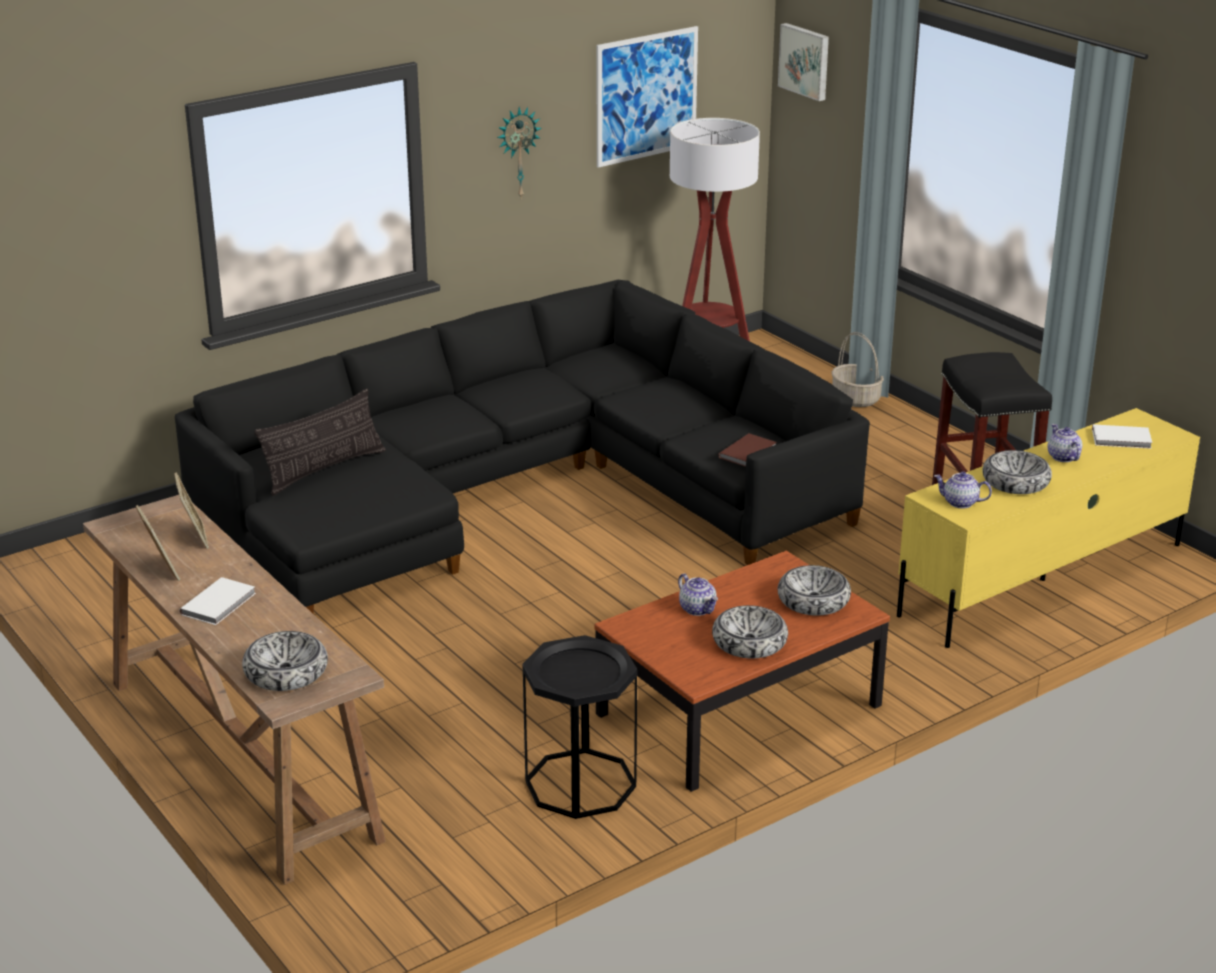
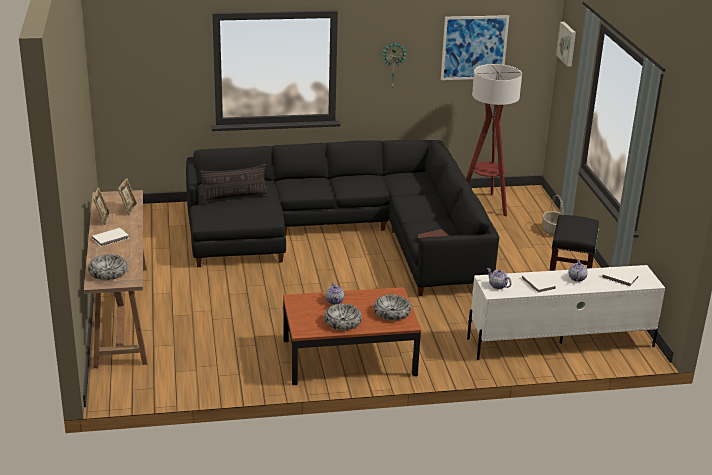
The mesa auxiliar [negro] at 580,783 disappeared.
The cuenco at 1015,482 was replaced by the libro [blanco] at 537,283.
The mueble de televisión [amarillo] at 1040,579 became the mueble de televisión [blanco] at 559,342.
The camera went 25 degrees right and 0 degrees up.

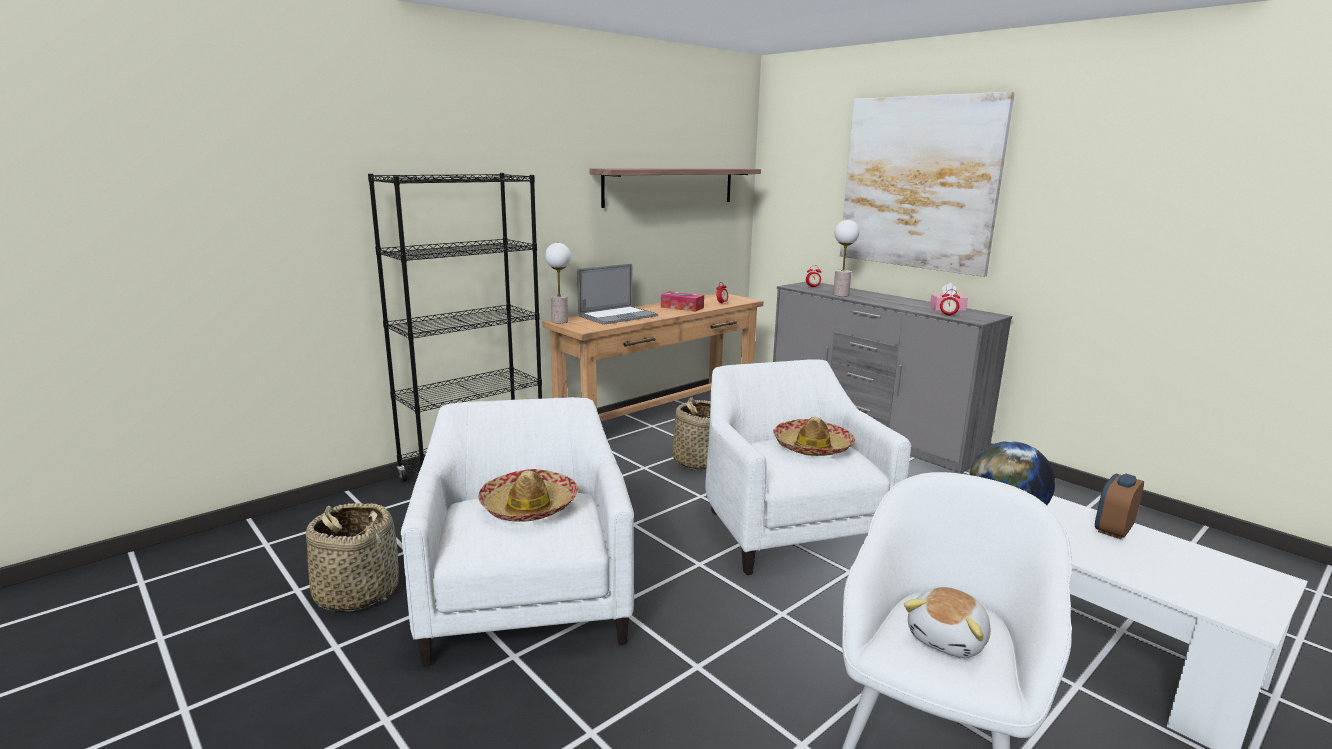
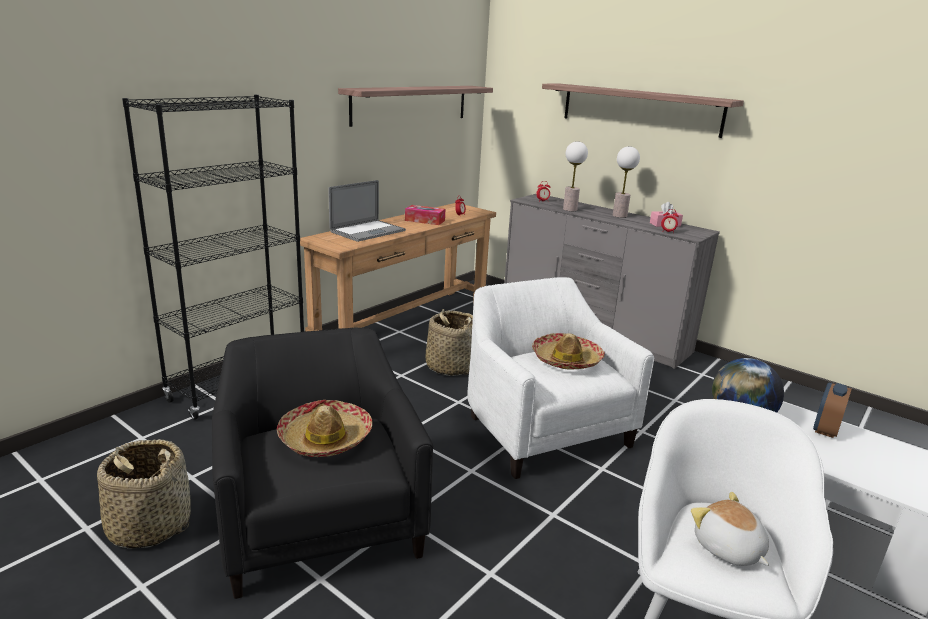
The lámpara de mesa moved from 560,321 to 620,216.
The cuadro at 919,183 was replaced by the estante at 640,109.
The sillón [blanco] at 526,602 became the sillón [negro] at 320,522.
The peluche at 949,639 turned 120 degrees clockwise.
The camera went 10 degrees left and 5 degrees up.

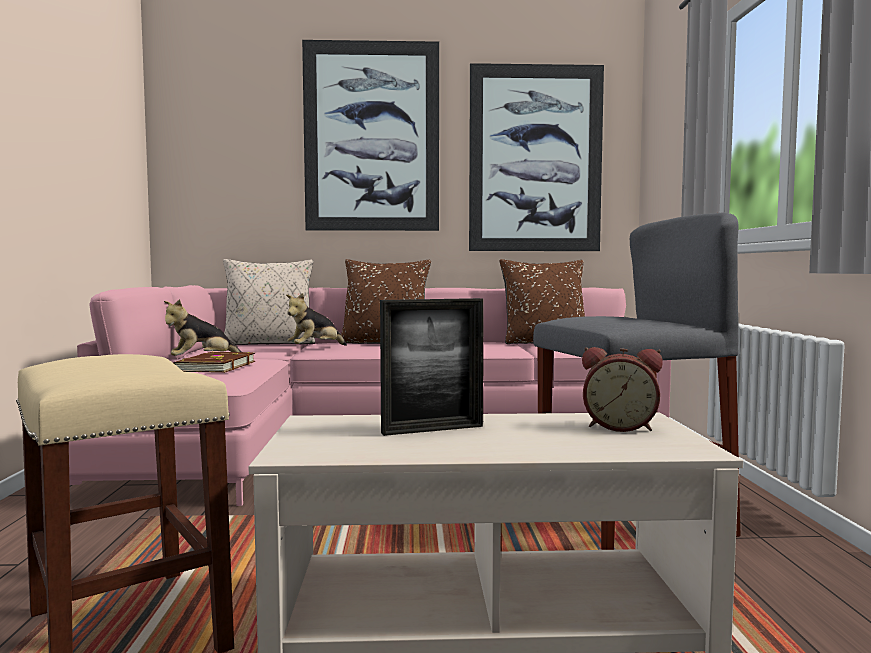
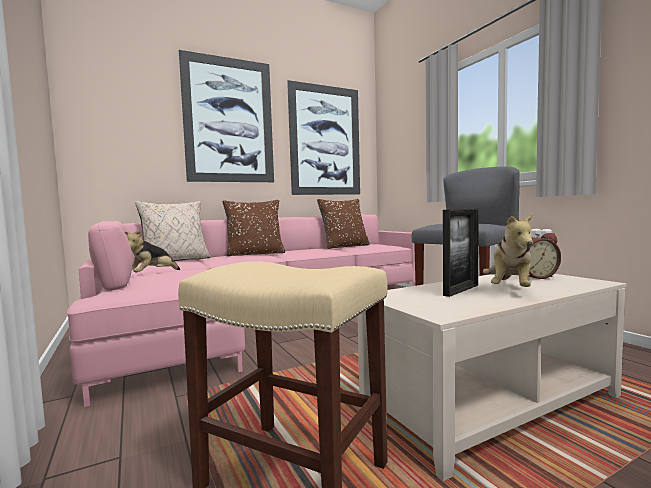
The libro [marrón] at 214,366 disappeared.
The peluche moved from 315,348 to 510,289.
The camera went 25 degrees left and 0 degrees up.

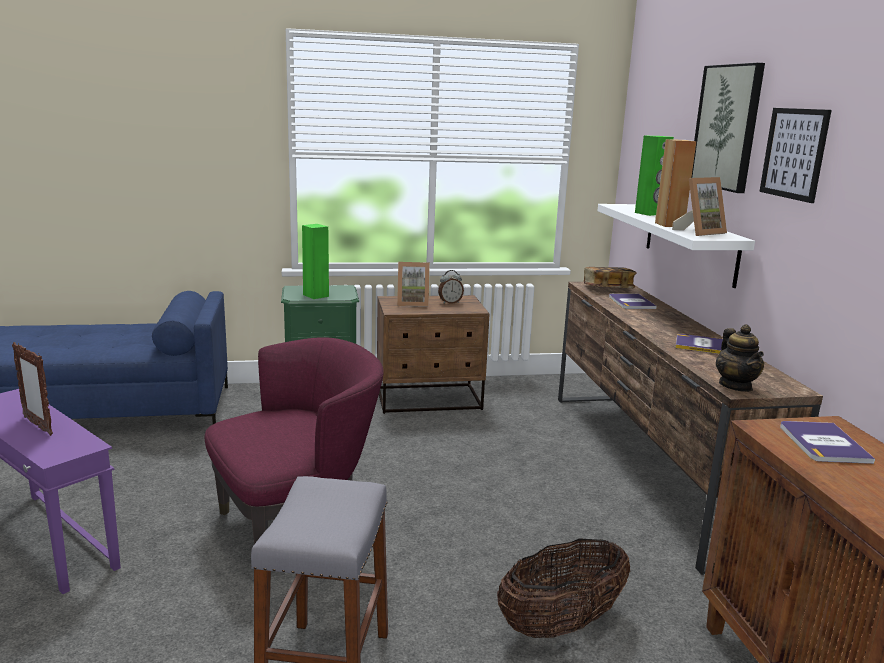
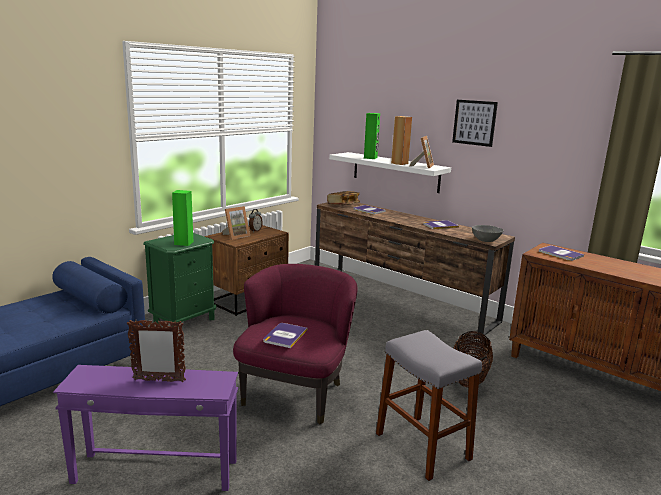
The cuadro at 727,127 disappeared.
The libro at 285,336 appeared.
The tetera at 736,386 was replaced by the cuenco [gris] at 486,240.
The camera went 40 degrees left and 0 degrees up.

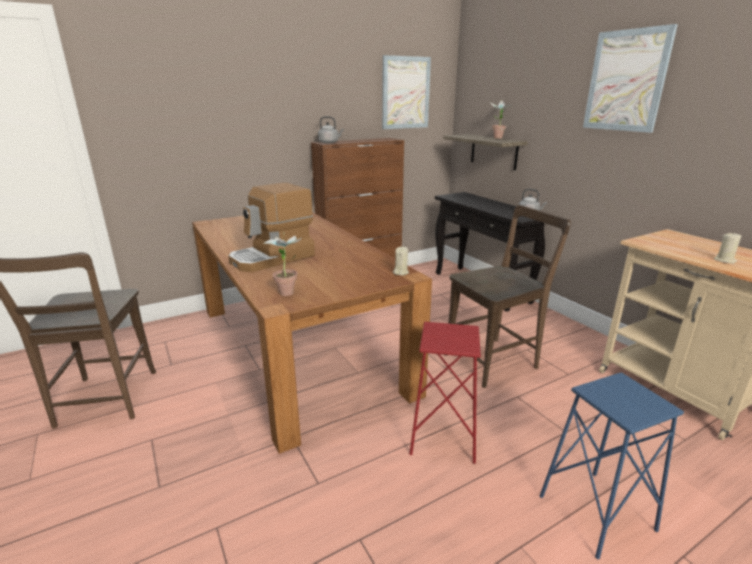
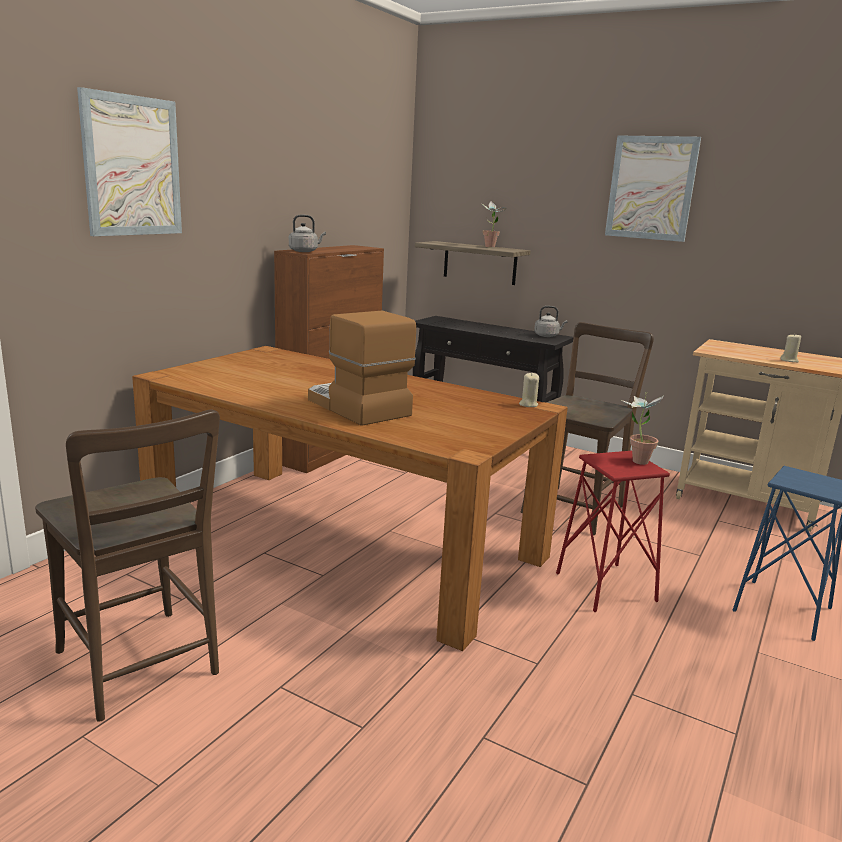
The planta en maceta moved from 288,291 to 636,459.
The cuadro moved from 405,93 to 132,166.
The cafetera at 273,258 turned 120 degrees clockwise.
The camera went 30 degrees left and 5 degrees down.

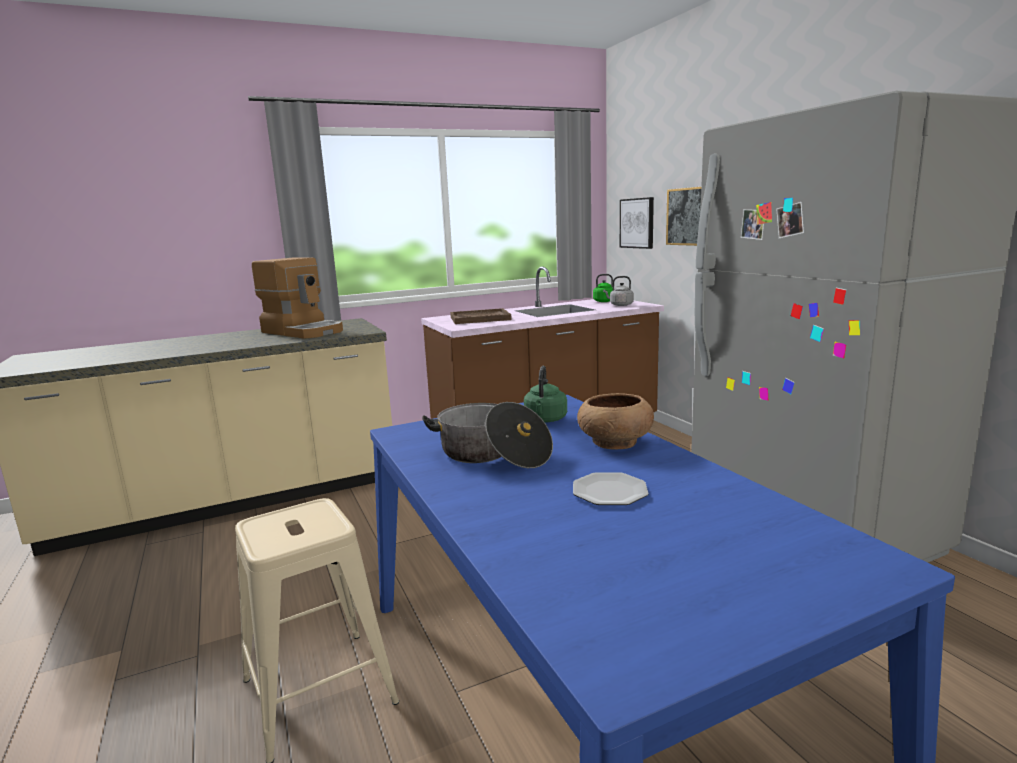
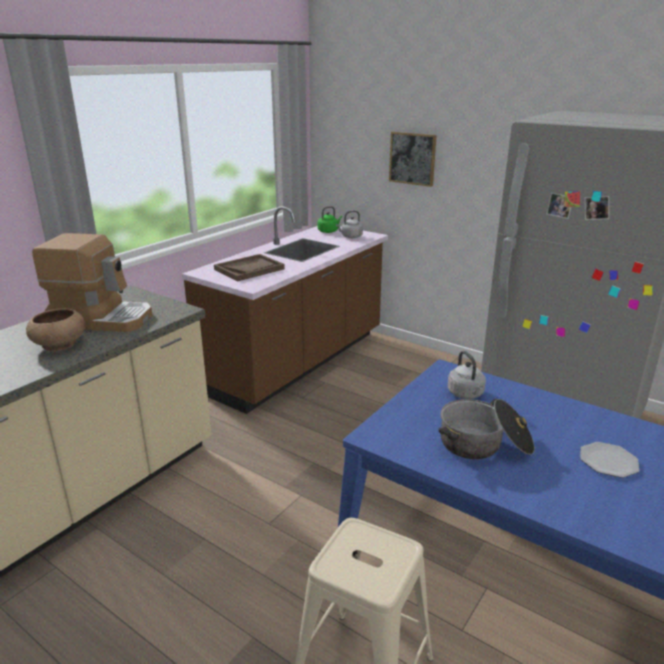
The cuadro at 637,223 disappeared.
The cuenco [marrón] moved from 614,442 to 59,345.
The hervidor [verde] at 545,420 became the hervidor [gris] at 466,394.
The camera went 30 degrees left and 10 degrees up.

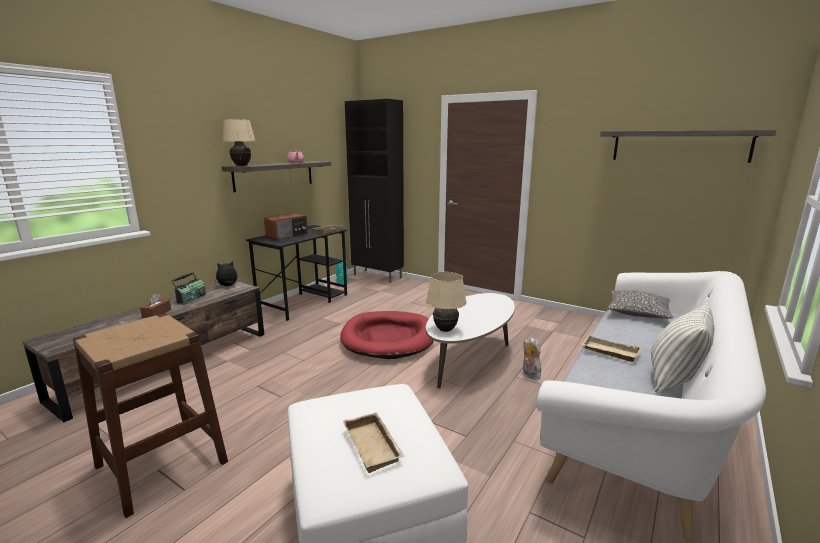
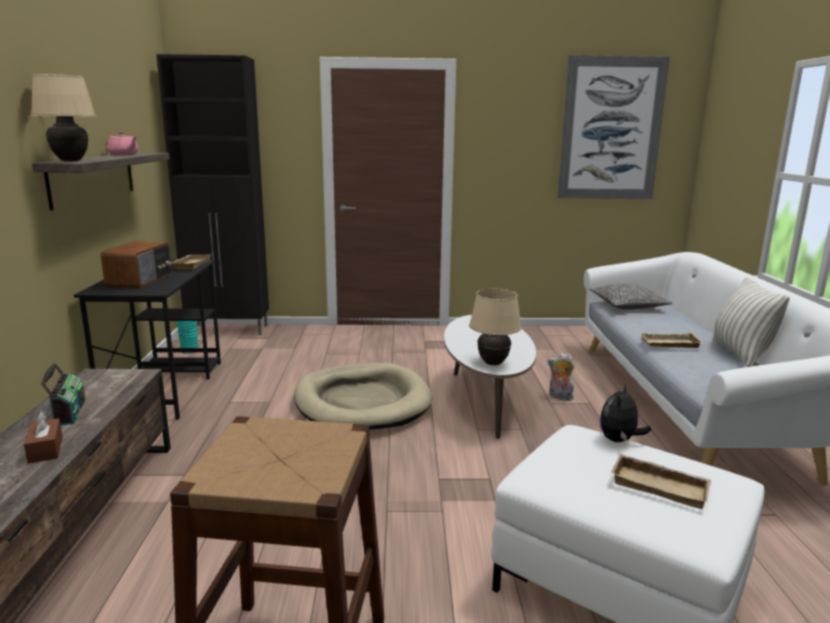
The peluche moved from 228,286 to 619,440.
The estante at 679,146 was replaced by the cuadro at 611,129.
The cama para perro [rojo] at 388,338 became the cama para perro [beis] at 362,402.
The camera went 35 degrees left and 0 degrees up.

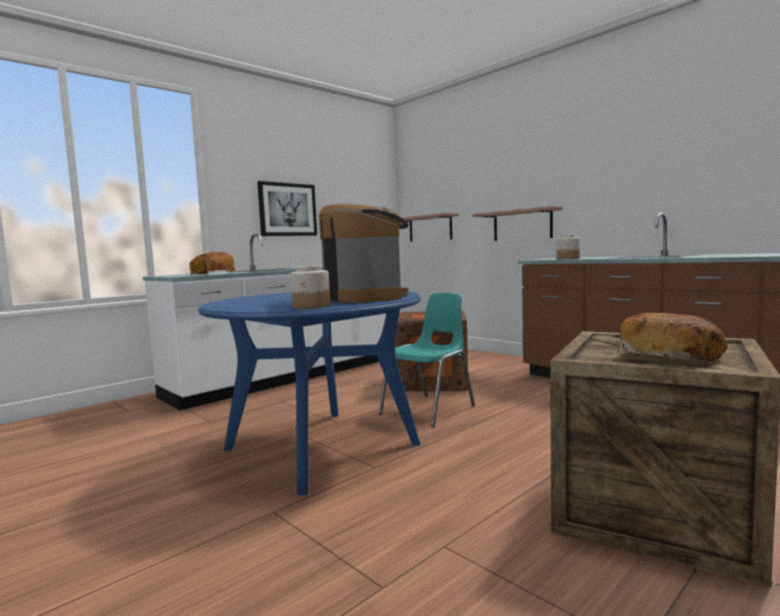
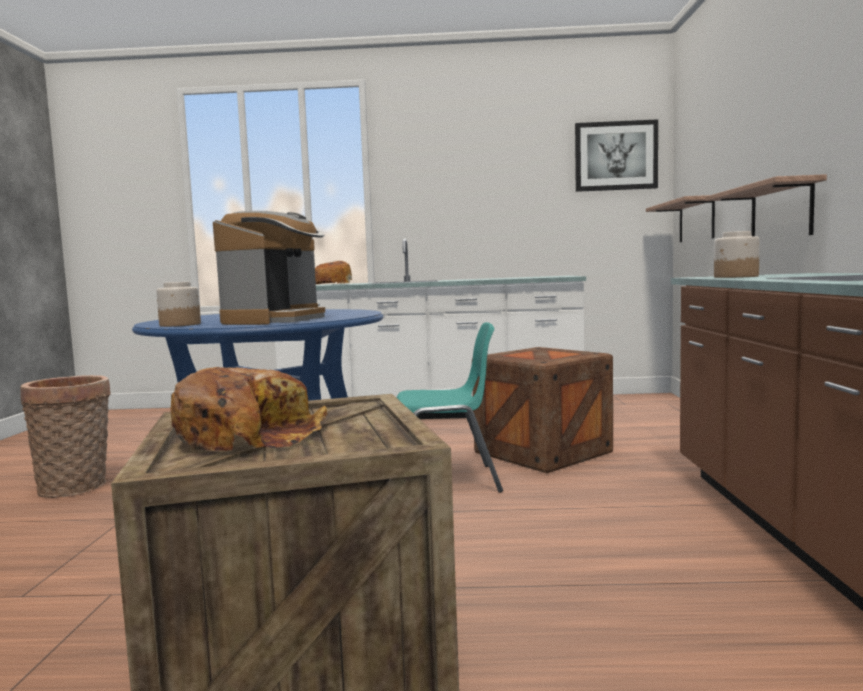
The cesta at 77,487 appeared.
The cuadro moved from 287,209 to 615,156.
The camera went 45 degrees right and 0 degrees up.

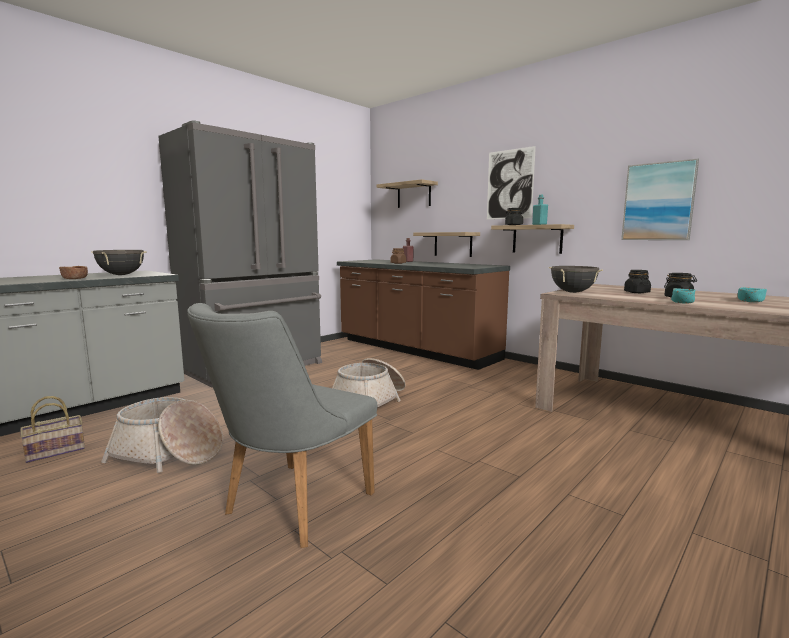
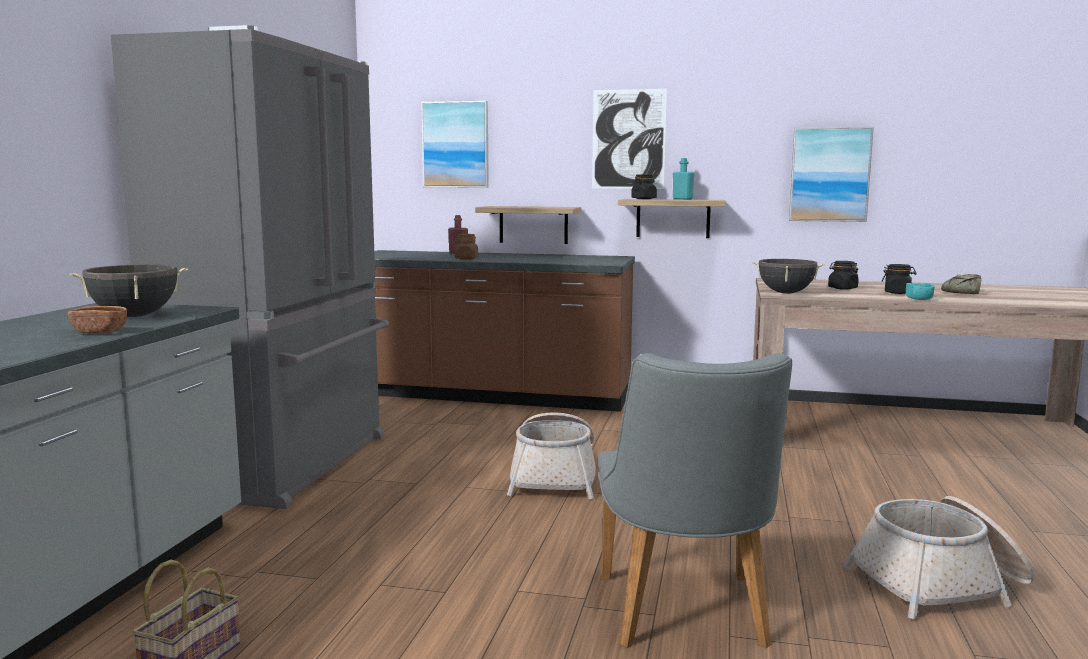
The cesta moved from 169,453 to 941,585.
The estante at 414,195 was replaced by the cuadro at 455,145.
The cuenco [turquesa] at 750,301 was replaced by the pan at 962,292.
The camera went 30 degrees left and 0 degrees up.

